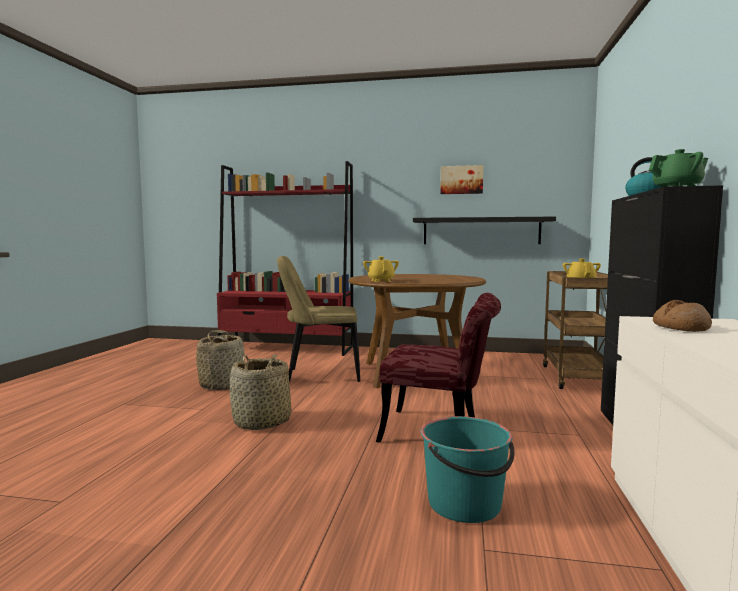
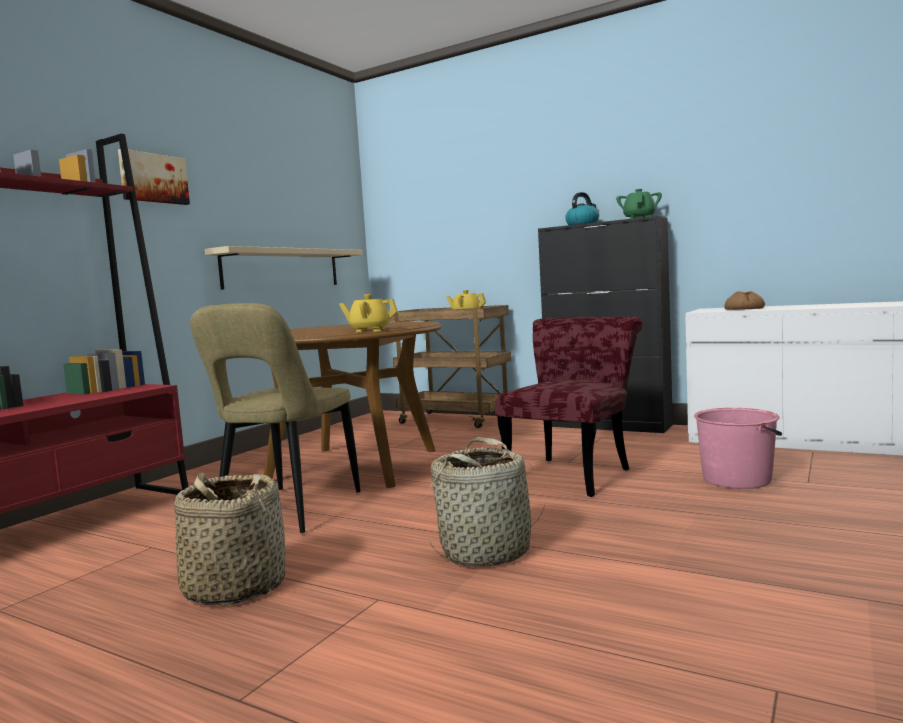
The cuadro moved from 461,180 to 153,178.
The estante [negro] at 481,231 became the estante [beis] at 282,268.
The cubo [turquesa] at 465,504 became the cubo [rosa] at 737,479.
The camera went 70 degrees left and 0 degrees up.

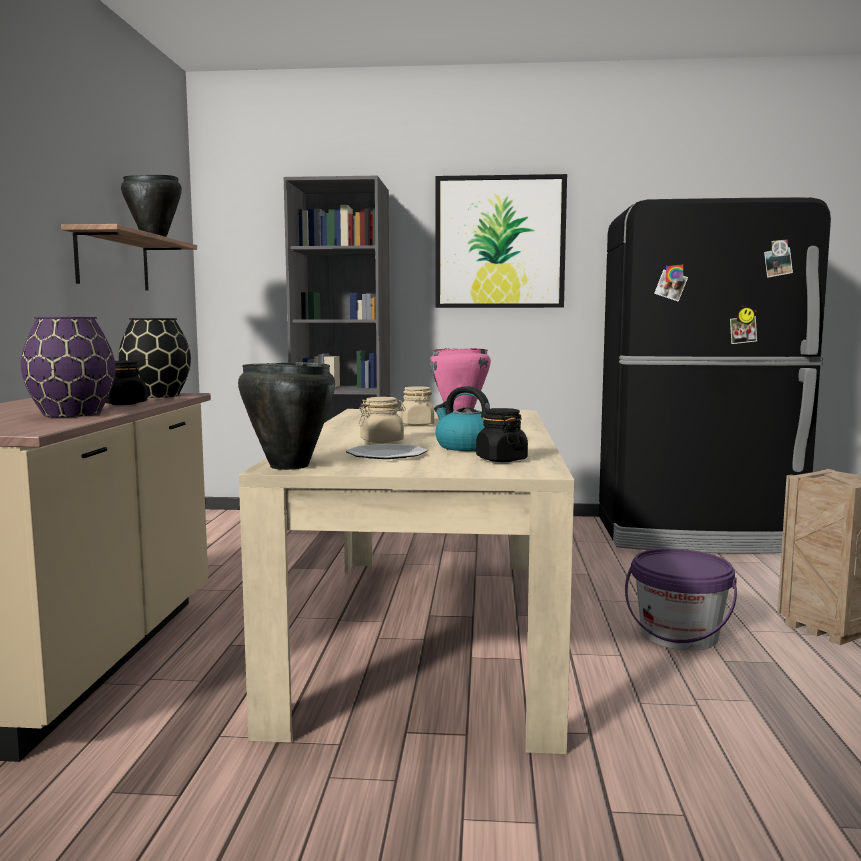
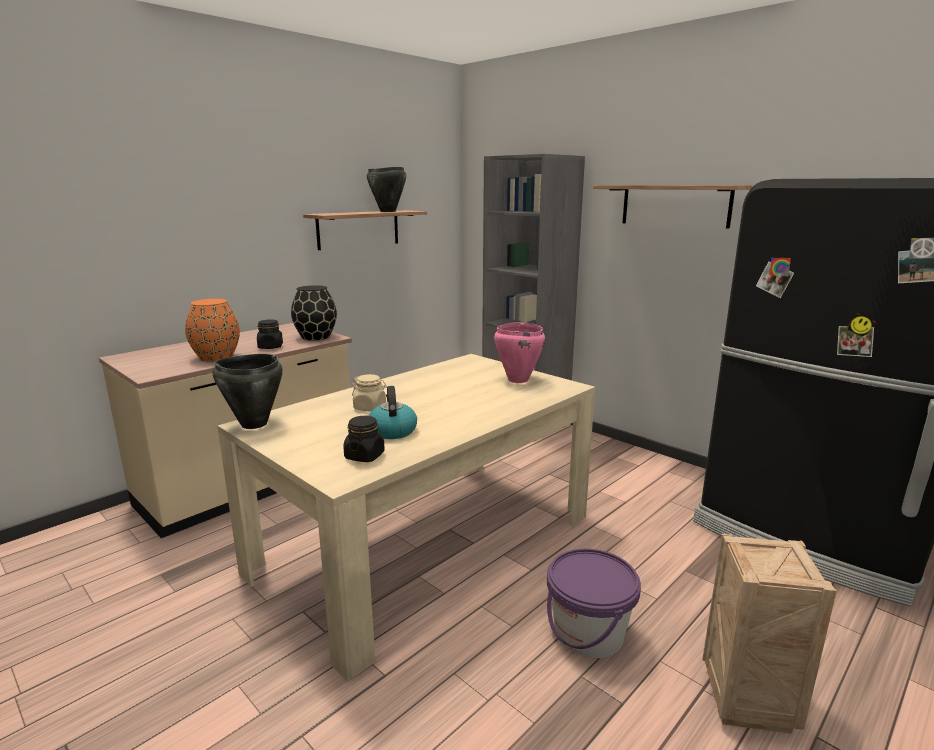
The plato at 386,454 disappeared.
The tarro [beis] at 417,424 disappeared.
The cuadro at 500,242 was replaced by the estante at 675,205.
The florero [morado] at 73,414 became the florero [naranja] at 216,357.
The camera went 40 degrees right and 10 degrees up.

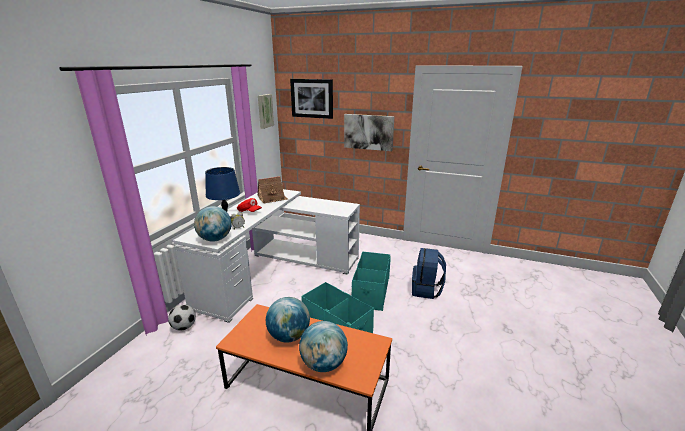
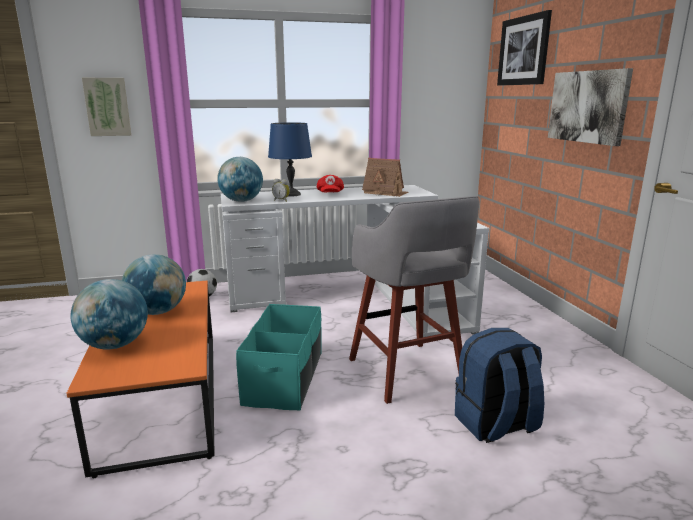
The cuadro moved from 264,111 to 107,107.
The caja de almacenaje [turquesa] at 371,292 was replaced by the taburete [gris] at 407,373.
The camera went 55 degrees right and 5 degrees down.

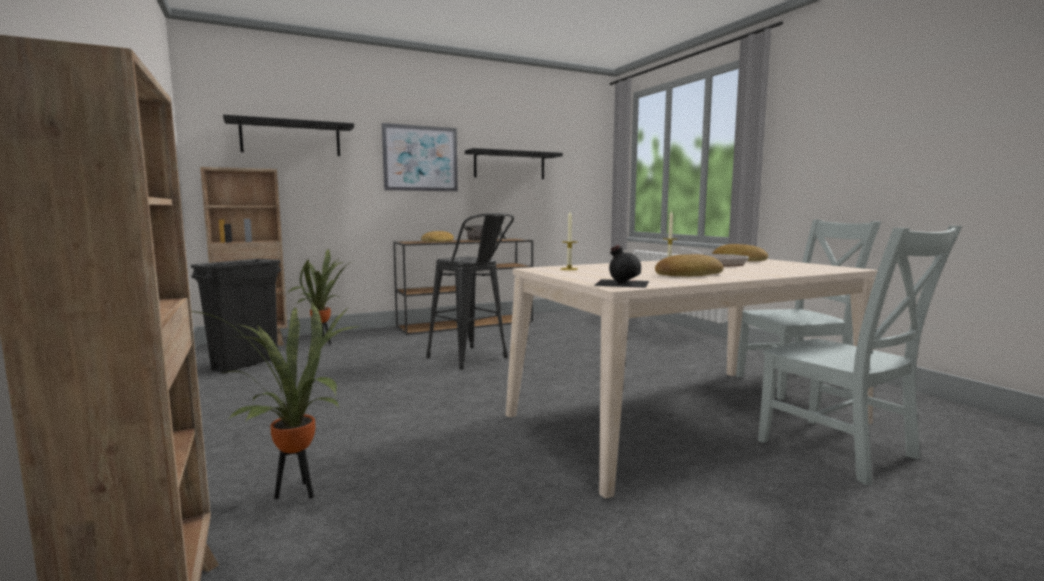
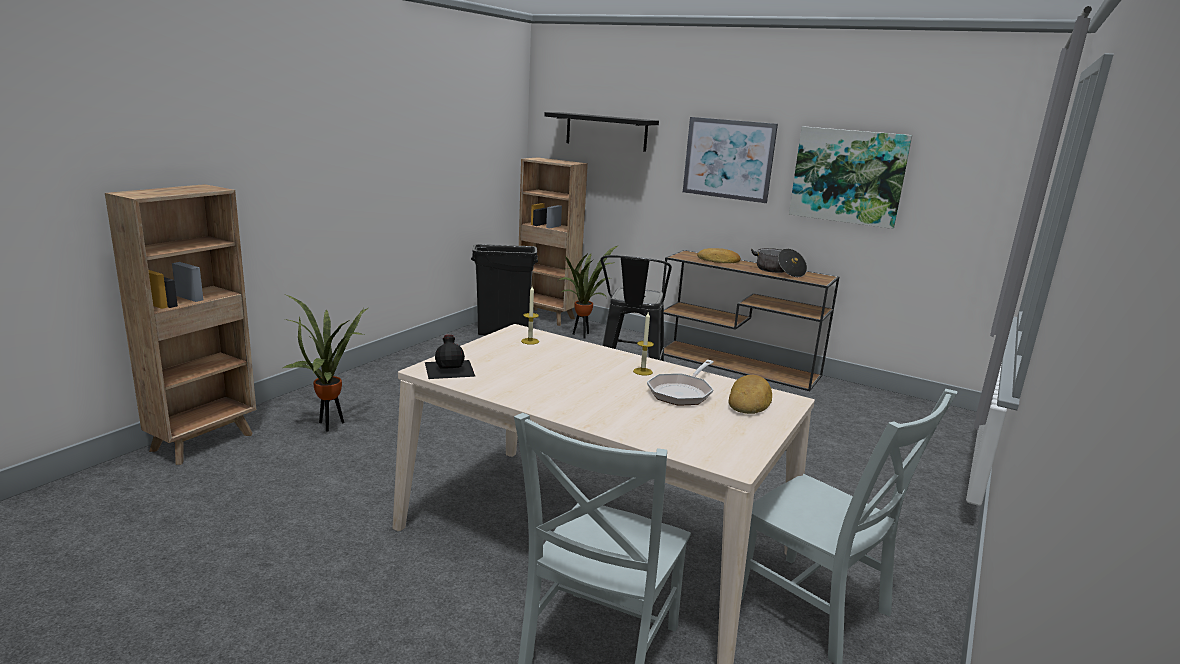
The pan at 687,274 disappeared.
The estante [negro] at 509,165 was replaced by the cuadro at 848,176.
The camera went 55 degrees right and 10 degrees up.

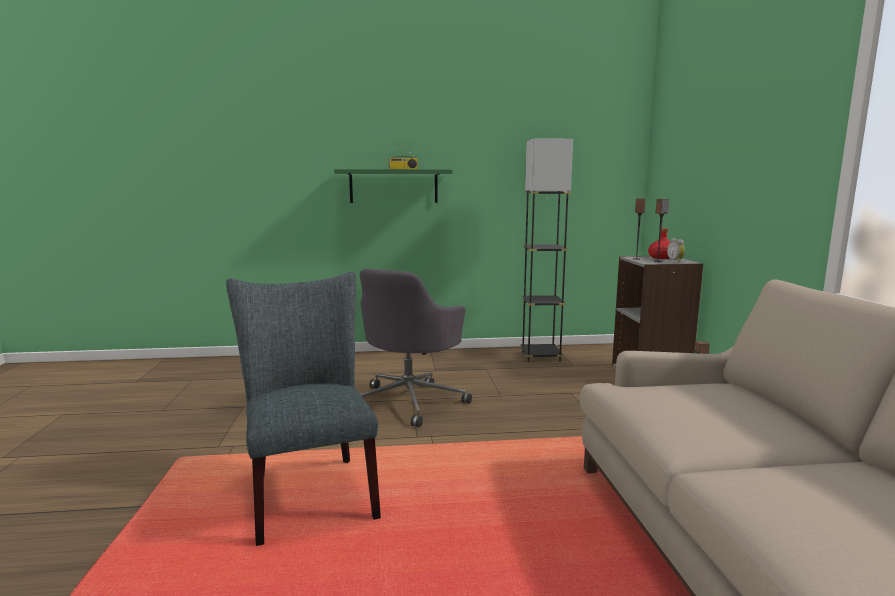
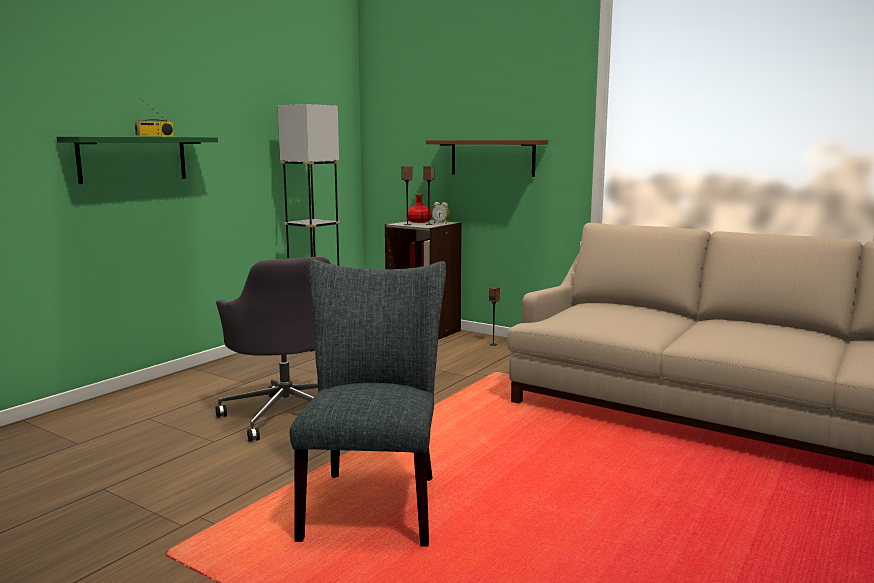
The estante [marrón] at 492,157 appeared.
The silla [gris] at 310,492 turned 75 degrees clockwise.
The camera went 50 degrees left and 0 degrees up.

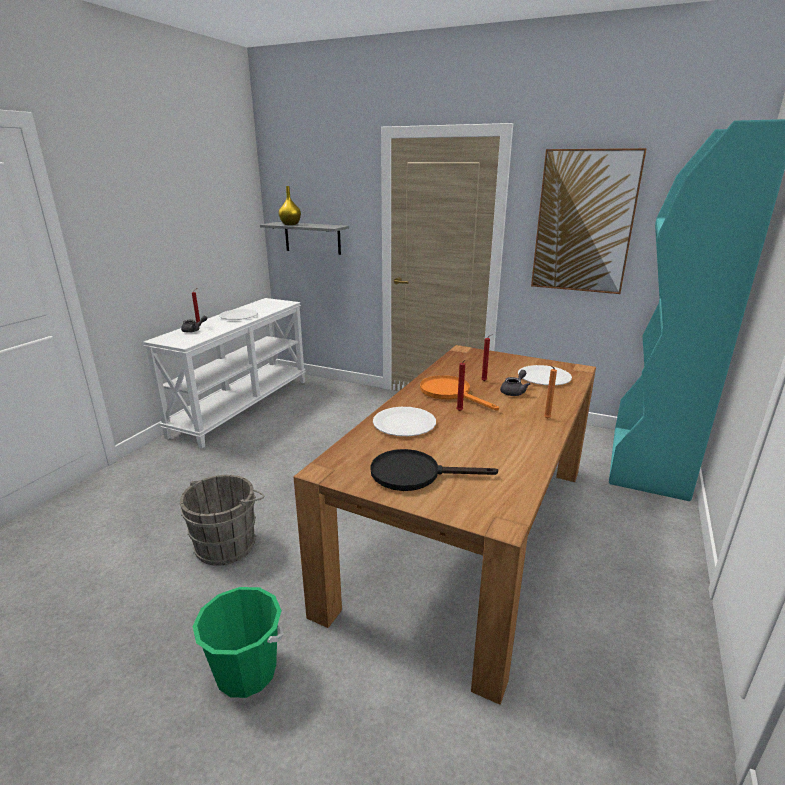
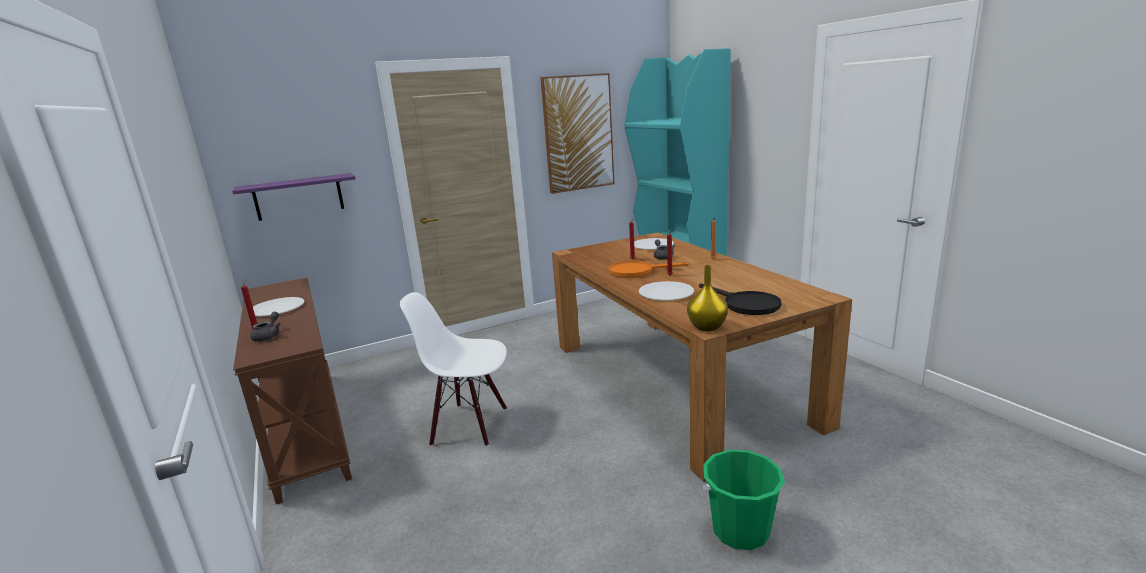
The cubo [gris] at 228,543 disappeared.
The silla [blanco] at 470,425 appeared.
The florero [amarillo] moved from 290,224 to 707,327.
The mesa consola [blanco] at 242,406 became the mesa consola [marrón] at 306,428.
The estante [gris] at 312,238 became the estante [morado] at 298,197.
The sartén [negro] at 415,474 turned 75 degrees counterclockwise.
The camera went 50 degrees left and 5 degrees down.

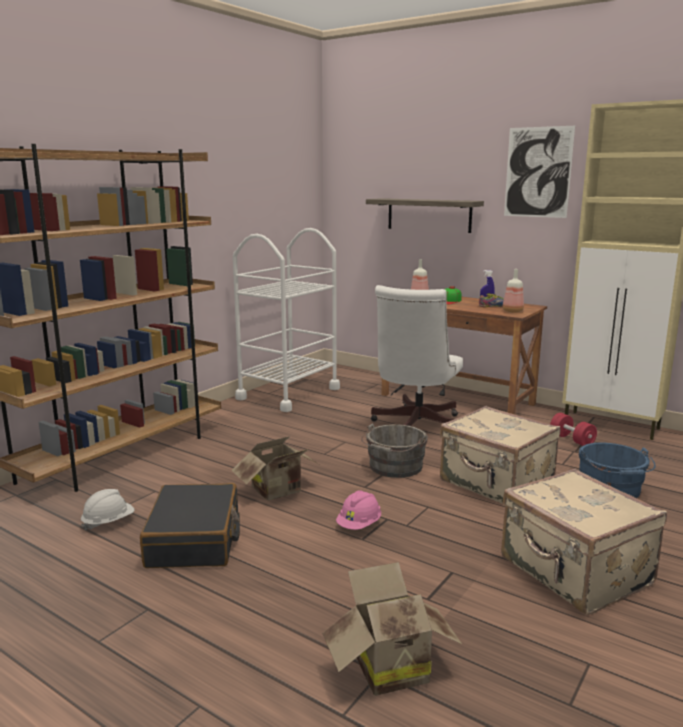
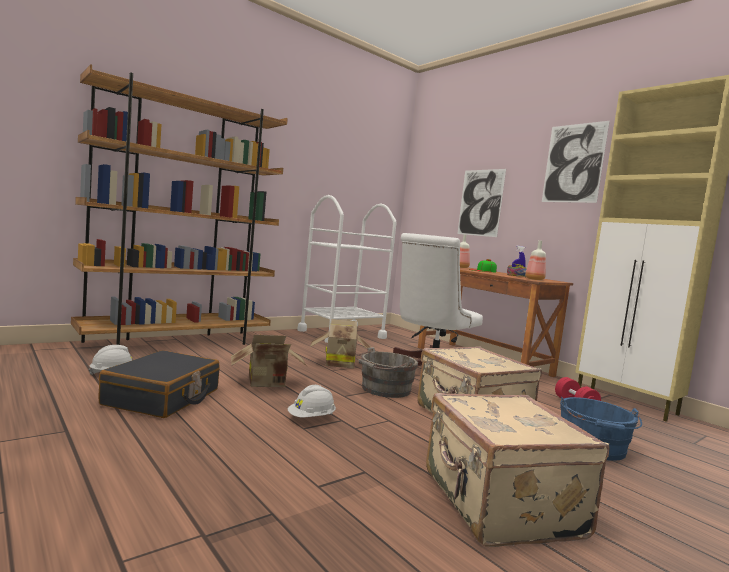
The caja de cartón moved from 386,667 to 338,363.
The estante at 429,215 was replaced by the cuadro at 480,202.
The casco [rosa] at 359,525 became the casco [blanco] at 311,419.
The camera went 15 degrees right and 10 degrees down.

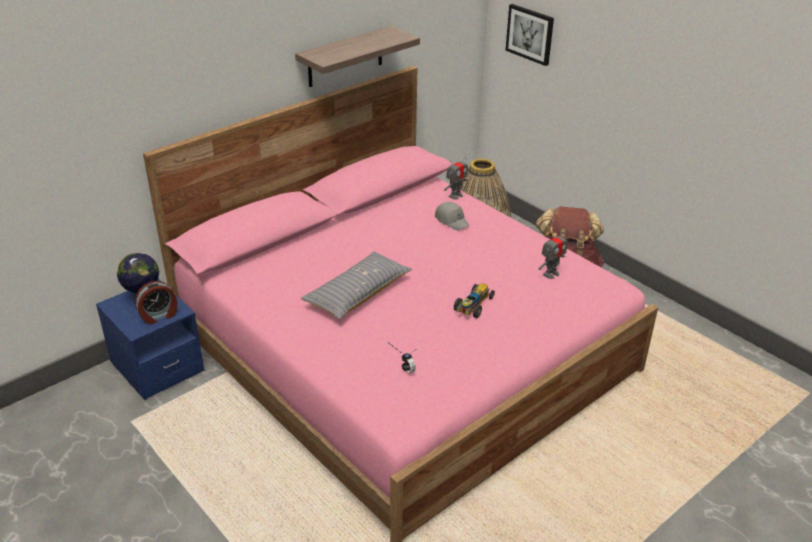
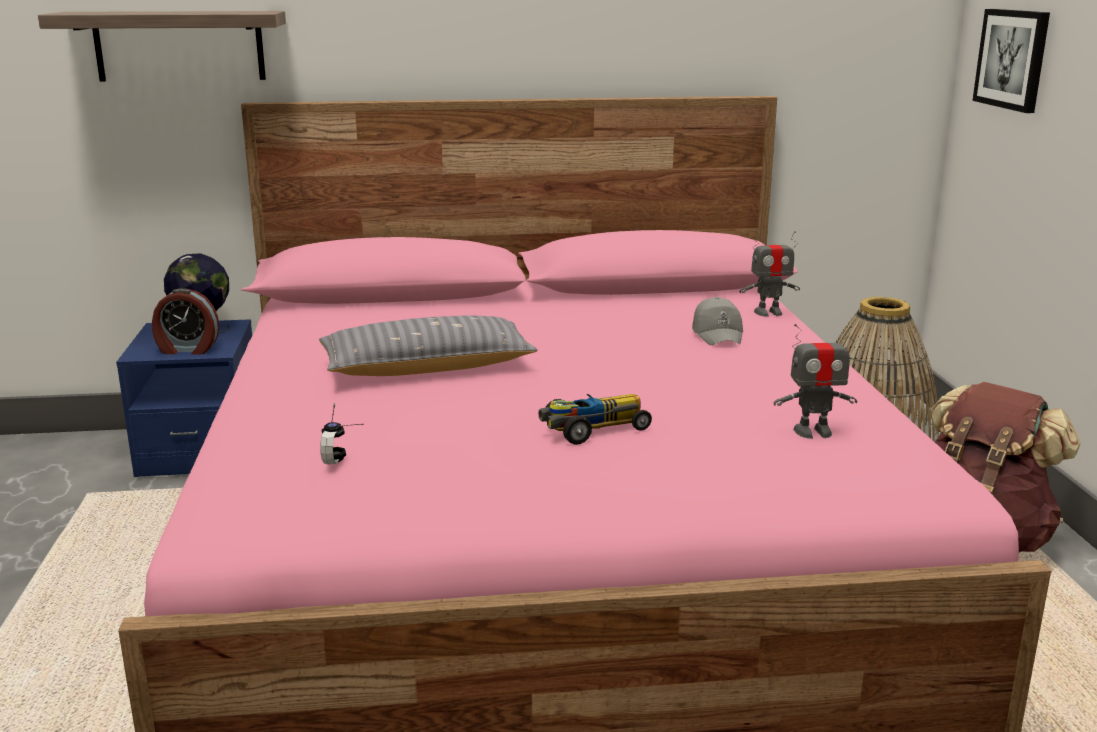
The estante moved from 345,57 to 179,46.
The camera went 35 degrees right and 15 degrees down.

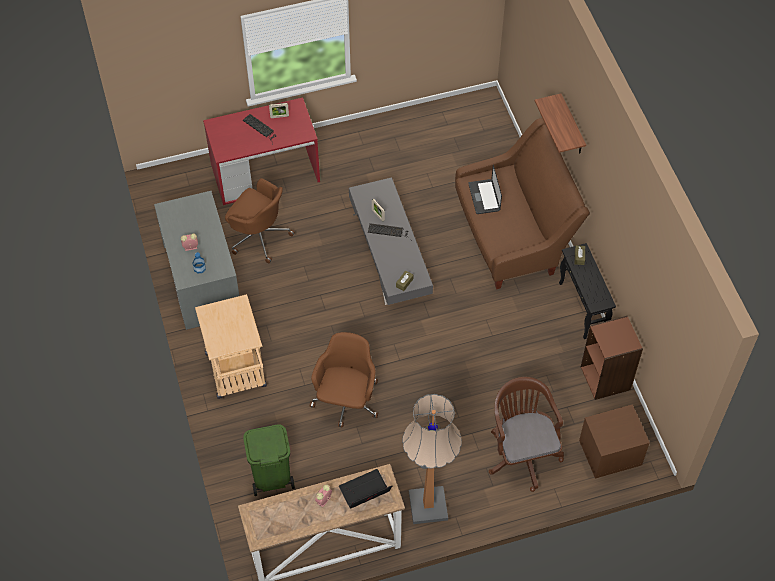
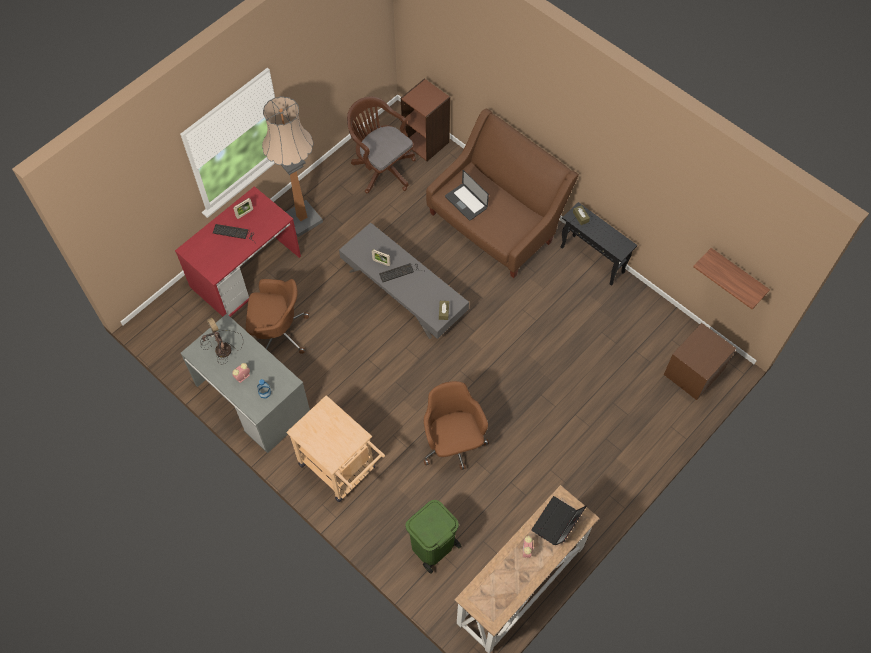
The lámpara de mesa at 223,351 appeared.
The lámpara de pie moved from 428,506 to 302,219.
The silla de oficina [marrón] moved from 521,452 to 381,168.
The estante moved from 572,126 to 737,274.
The estantería [marrón] moved from 606,378 to 426,142.
The camera went 30 degrees left and 5 degrees up.

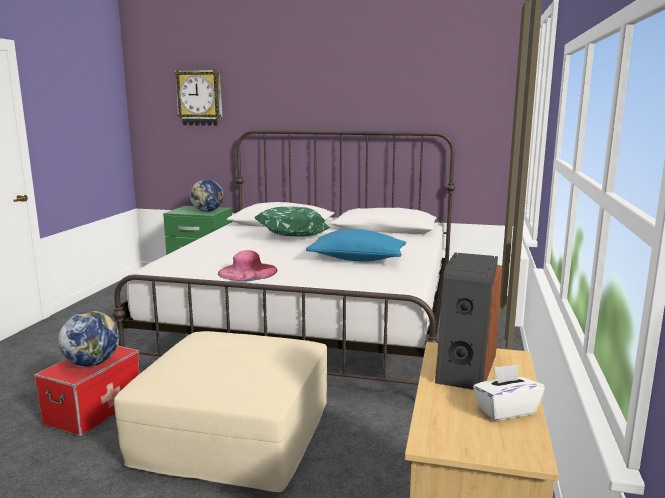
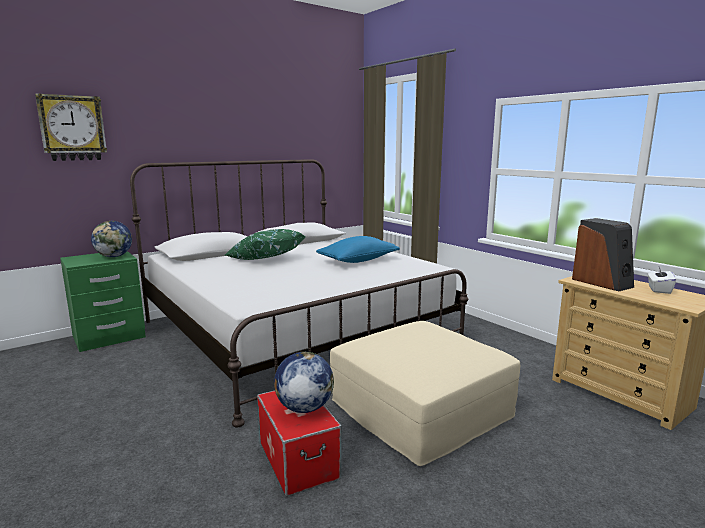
The sombrero [rosa] at 247,271 disappeared.
The camera went 50 degrees left and 0 degrees up.

